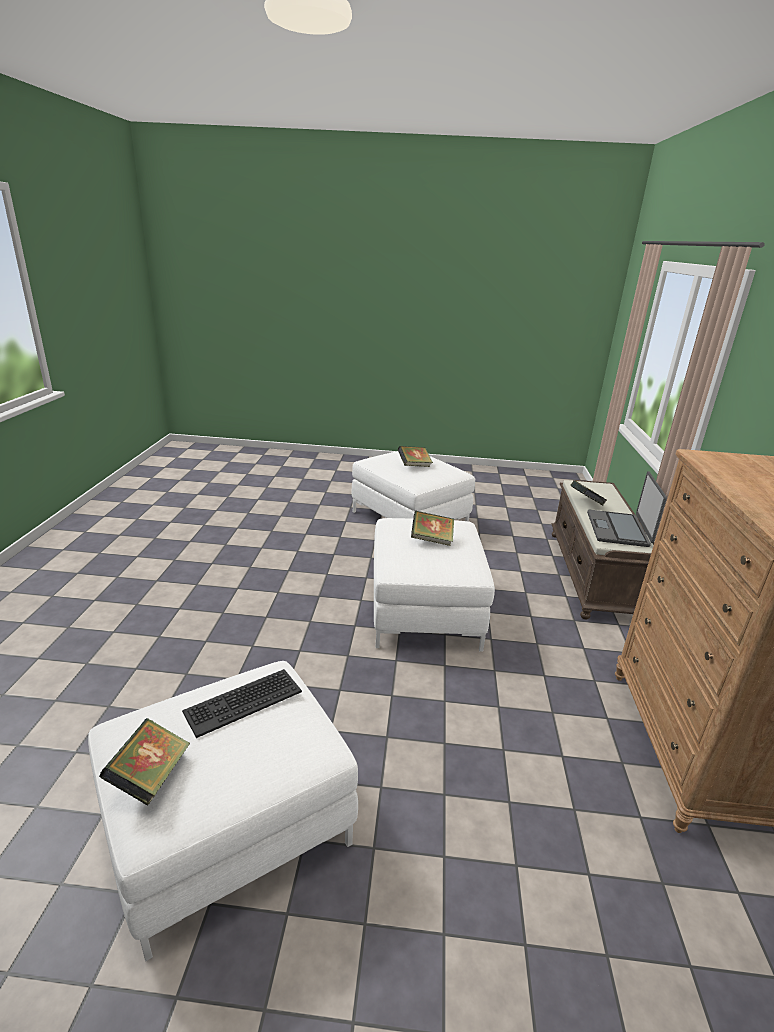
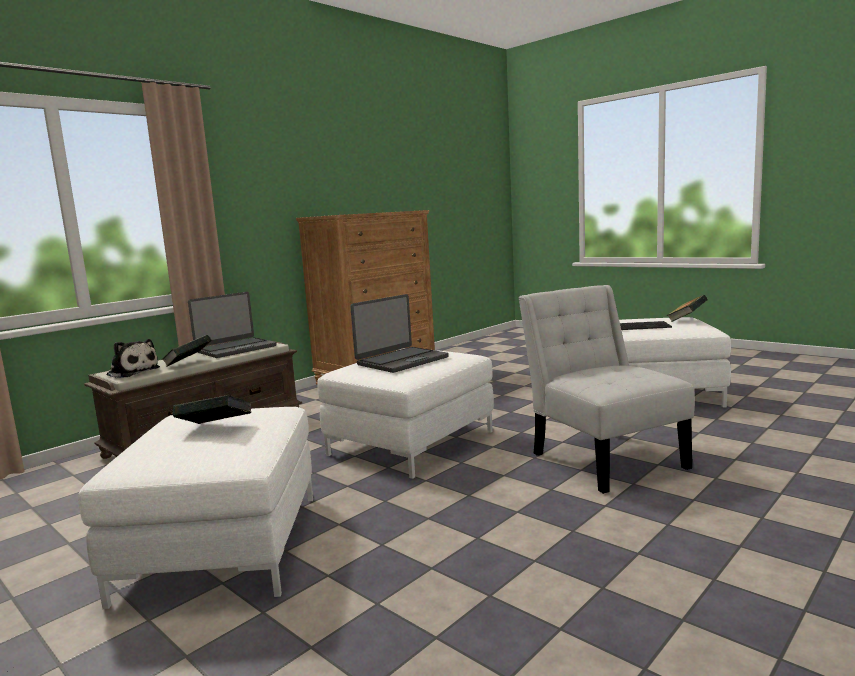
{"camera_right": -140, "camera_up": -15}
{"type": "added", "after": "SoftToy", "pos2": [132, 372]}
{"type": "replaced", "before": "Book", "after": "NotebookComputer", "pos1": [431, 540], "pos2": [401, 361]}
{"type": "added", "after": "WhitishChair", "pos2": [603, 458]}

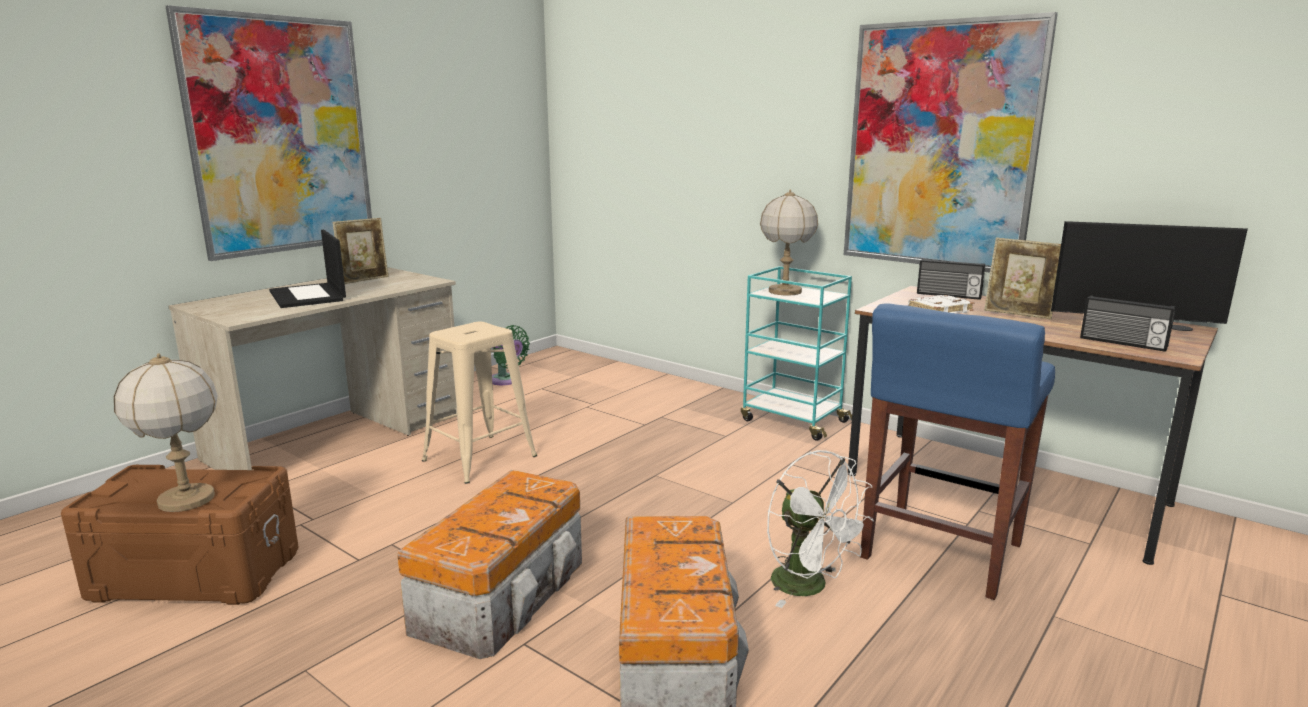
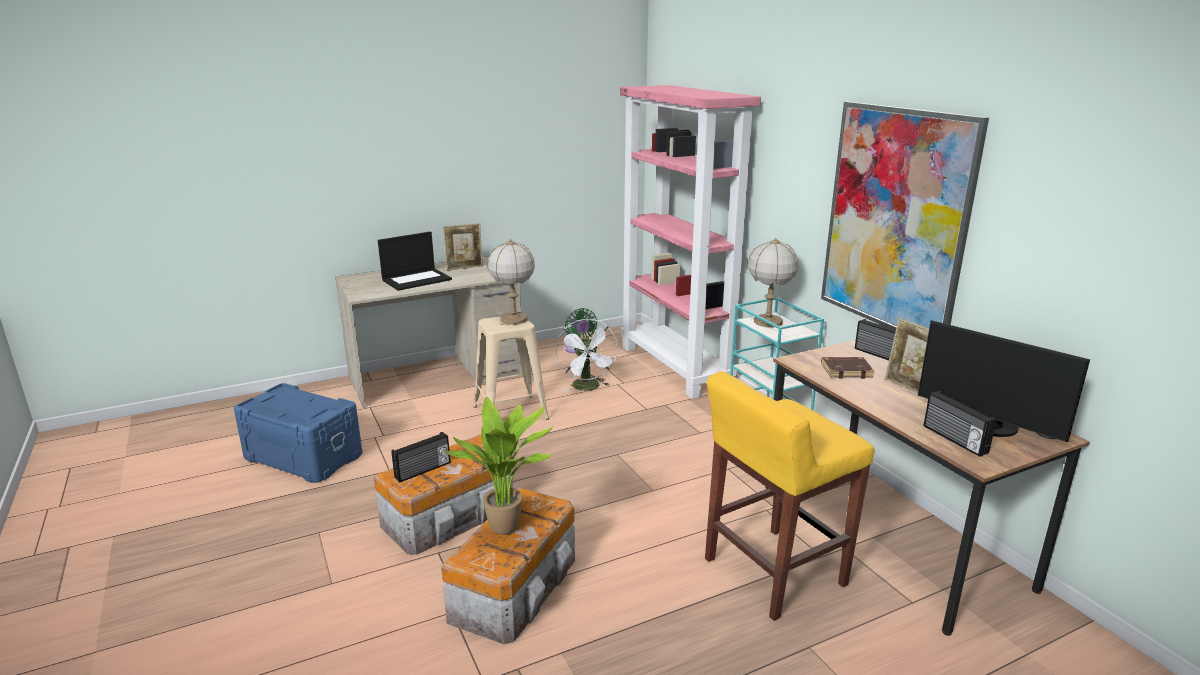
{"camera_right": 25, "camera_up": 5}
{"type": "recoloured", "before": "BrownStorageBin", "after": "BluishStorageBin", "pos1": [197, 573], "pos2": [304, 456]}
{"type": "turned", "before": "NotebookComputer", "pos1": [308, 296], "pos2": [417, 279], "turn": -120}
{"type": "added", "after": "RadioReceiver", "pos2": [423, 470]}
{"type": "added", "after": "PottedPlant", "pos2": [509, 529]}
{"type": "moved", "before": "TableLamp", "pos1": [187, 500], "pos2": [514, 319]}
{"type": "moved", "before": "WhitishElectricFan", "pos1": [809, 587], "pos2": [588, 388]}
{"type": "added", "after": "PinkishBookcase", "pos2": [676, 367]}
{"type": "recoloured", "before": "BluishSittingStool", "after": "YellowSittingStool", "pos1": [940, 552], "pos2": [772, 572]}
{"type": "recoloured", "before": "WhitishBook", "after": "BrownBook", "pos1": [939, 309], "pos2": [846, 371]}
{"type": "removed", "before": "WallArt", "pos1": [280, 136]}

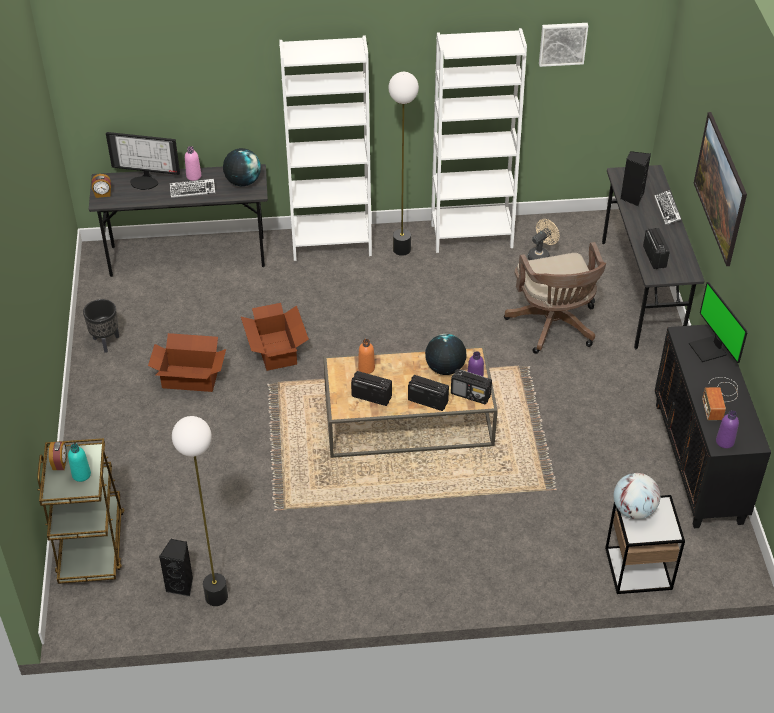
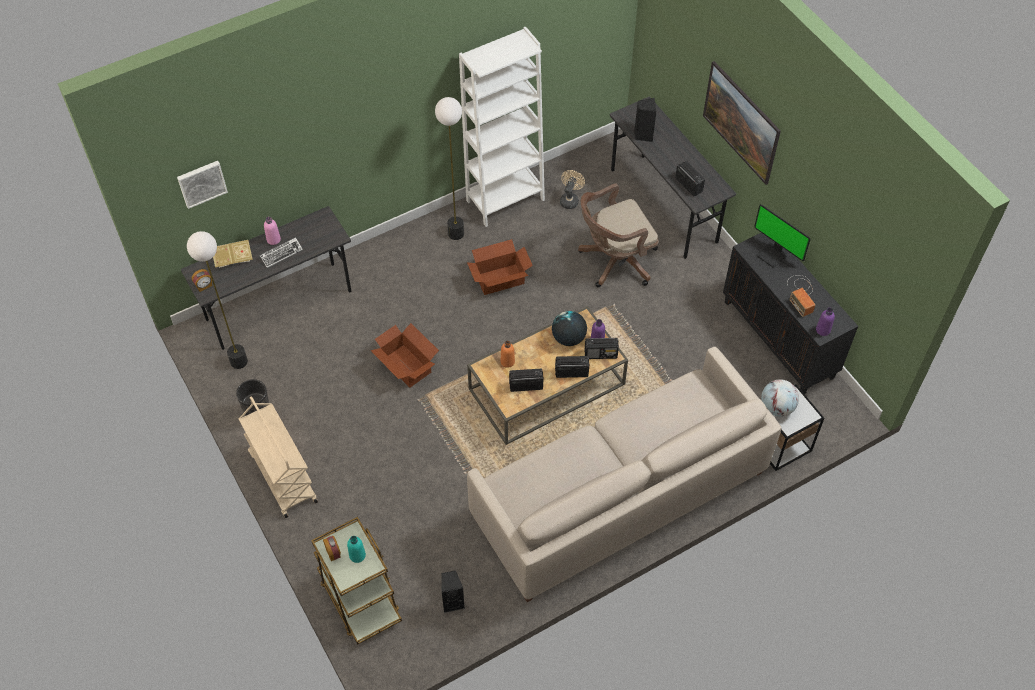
{"camera_right": -25, "camera_up": 10}
{"type": "moved", "before": "WallArt", "pos1": [562, 43], "pos2": [201, 183]}
{"type": "moved", "before": "StandardLamp", "pos1": [216, 596], "pos2": [238, 361]}
{"type": "replaced", "before": "ComputerScreen", "after": "Book", "pos1": [145, 181], "pos2": [233, 259]}
{"type": "added", "after": "BeigeColouredWheeledCart", "pos2": [282, 477]}
{"type": "moved", "before": "Carton", "pos1": [190, 378], "pos2": [499, 279]}
{"type": "added", "after": "BeigeColouredSofa", "pos2": [619, 495]}
{"type": "turned", "before": "BrownDeskChair", "pos1": [554, 327], "pos2": [614, 261], "turn": 105}
{"type": "removed", "before": "WorldGlobe", "pos1": [243, 182]}
{"type": "removed", "before": "WhitishBookcase", "pos1": [331, 243]}
{"type": "removed", "before": "Keyboard", "pos1": [667, 210]}

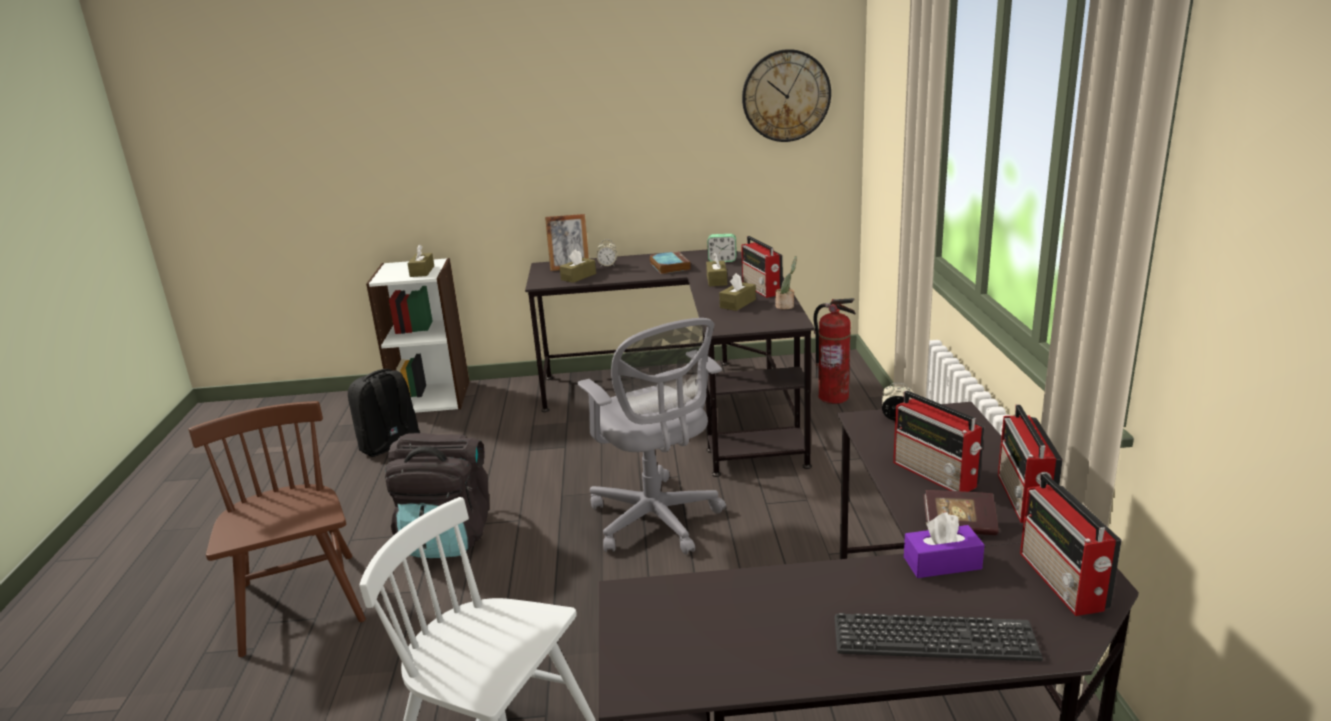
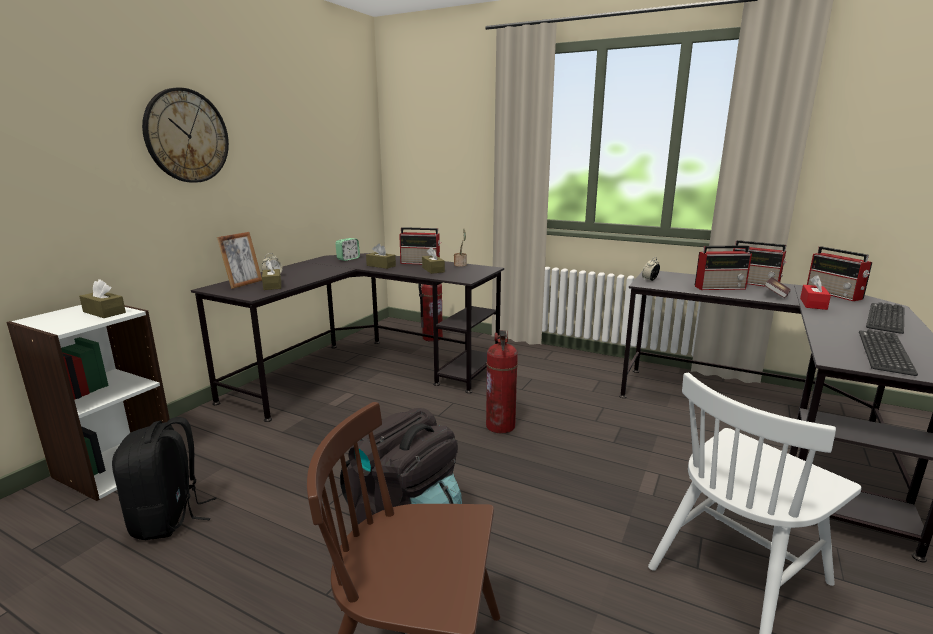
{"camera_right": -60, "camera_up": -5}
{"type": "moved", "before": "HangingClock", "pos1": [786, 96], "pos2": [186, 136]}
{"type": "replaced", "before": "GreyDeskChair", "after": "FireFightingCylinder", "pos1": [657, 521], "pos2": [500, 426]}
{"type": "recoloured", "before": "PurpleColouredTissueHolder", "after": "RedColouredTissueHolder", "pos1": [942, 563], "pos2": [813, 304]}
{"type": "turned", "before": "RadioReceiver", "pos1": [1063, 582], "pos2": [835, 294], "turn": 45}
{"type": "added", "after": "Keyboard", "pos2": [884, 352]}
{"type": "removed", "before": "Book", "pos1": [669, 266]}

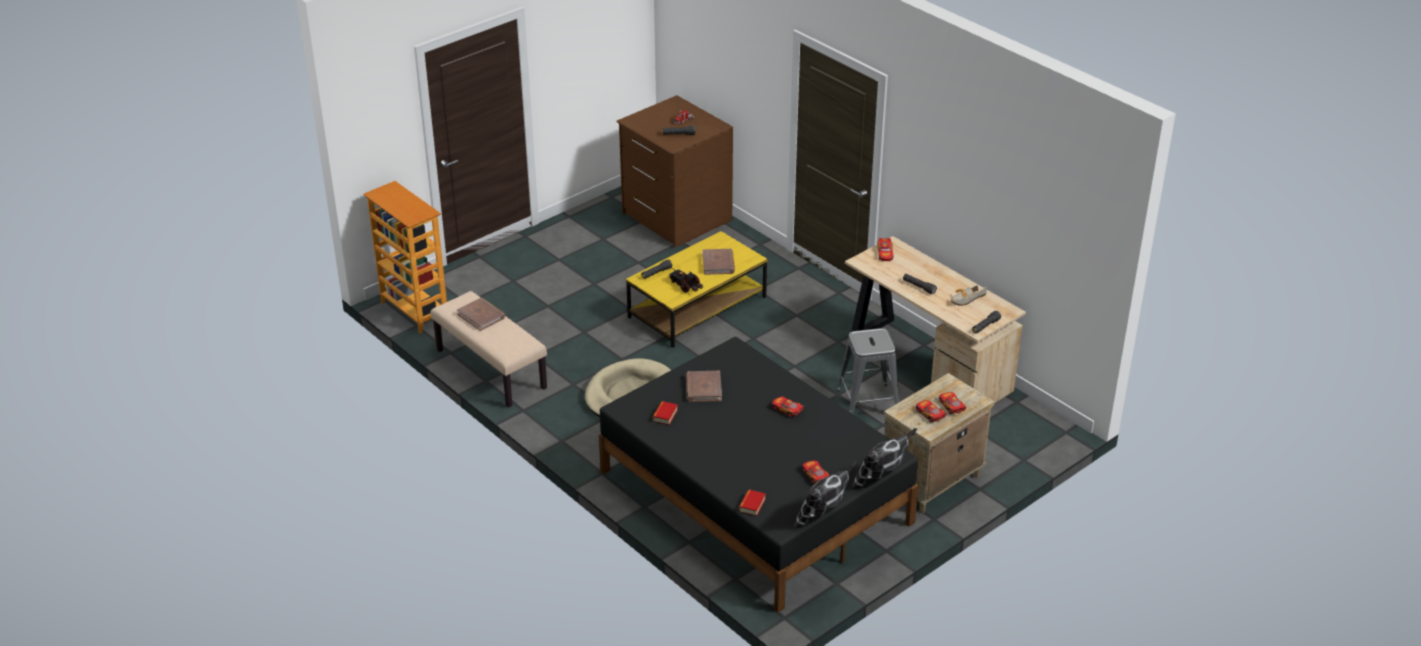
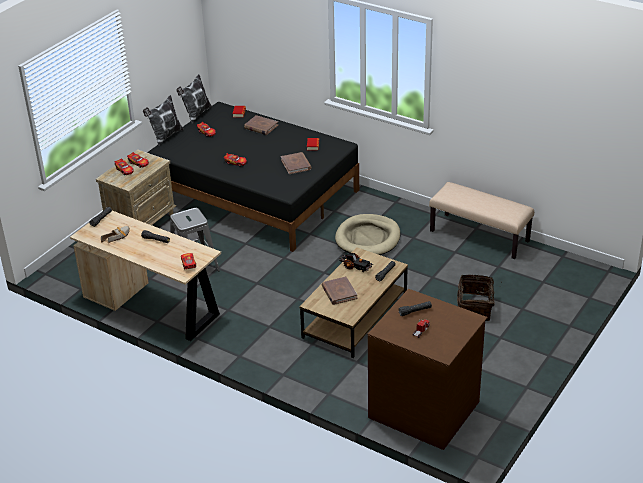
{"camera_right": 165, "camera_up": 0}
{"type": "moved", "before": "BrownBook", "pos1": [481, 316], "pos2": [261, 127]}
{"type": "recoloured", "before": "YellowCoffeeTable", "after": "BrownCoffeeTable", "pos1": [698, 306], "pos2": [355, 317]}
{"type": "added", "after": "Basket", "pos2": [475, 308]}
{"type": "removed", "before": "Bookcase", "pos1": [414, 311]}

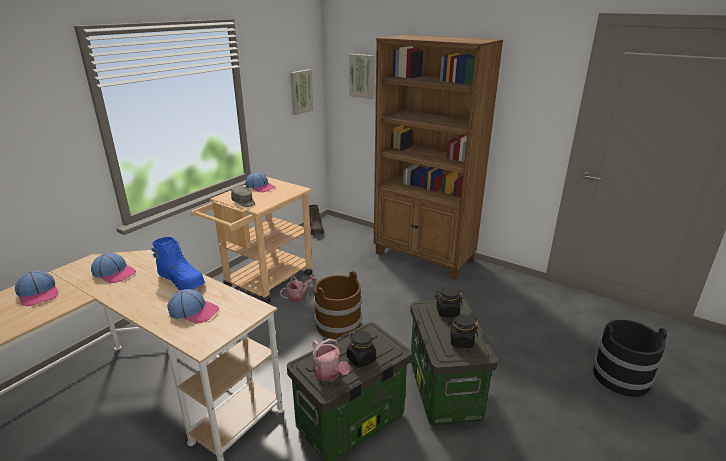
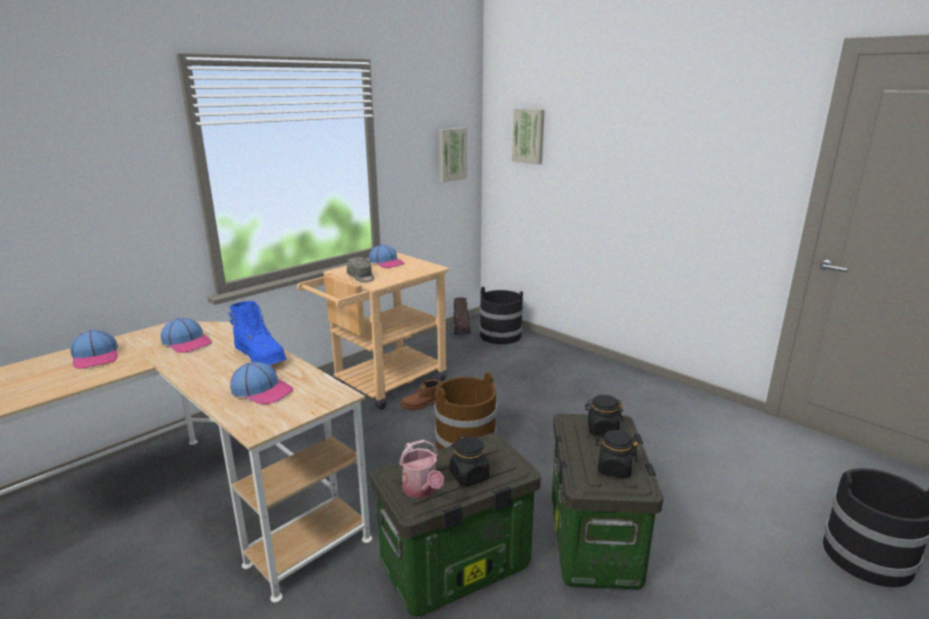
{"camera_right": 10, "camera_up": -5}
{"type": "replaced", "before": "SprinklingCan", "after": "BrownTallBoot", "pos1": [298, 296], "pos2": [422, 404]}
{"type": "added", "after": "BlackColouredBucket", "pos2": [500, 335]}
{"type": "removed", "before": "BrownBookcase", "pos1": [424, 257]}

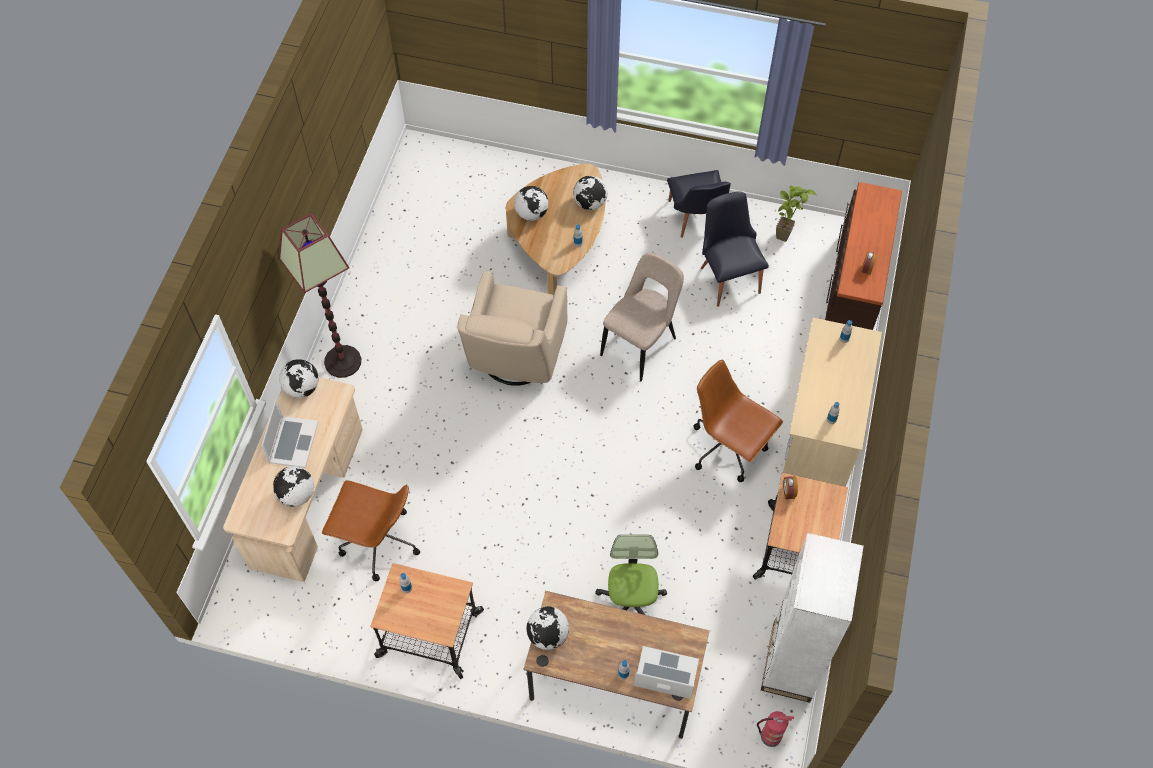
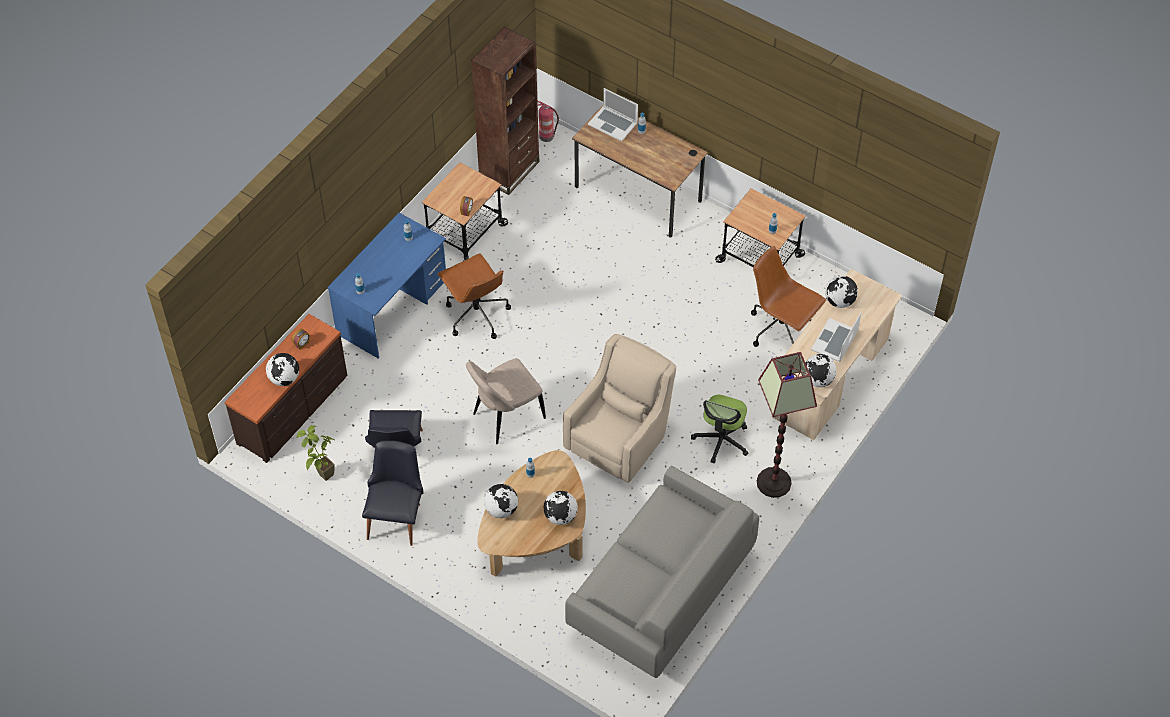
{"camera_right": -160, "camera_up": -5}
{"type": "moved", "before": "WorldGlobe", "pos1": [548, 635], "pos2": [284, 378]}
{"type": "recoloured", "before": "BeigeColouredDesk", "after": "BluishDesk", "pos1": [822, 426], "pos2": [392, 308]}
{"type": "recoloured", "before": "WhitishBookcase", "after": "BrownBookcase", "pos1": [791, 662], "pos2": [509, 170]}
{"type": "added", "after": "GreySofa", "pos2": [660, 593]}
{"type": "moved", "before": "DeskChair", "pos1": [631, 601], "pos2": [721, 440]}

